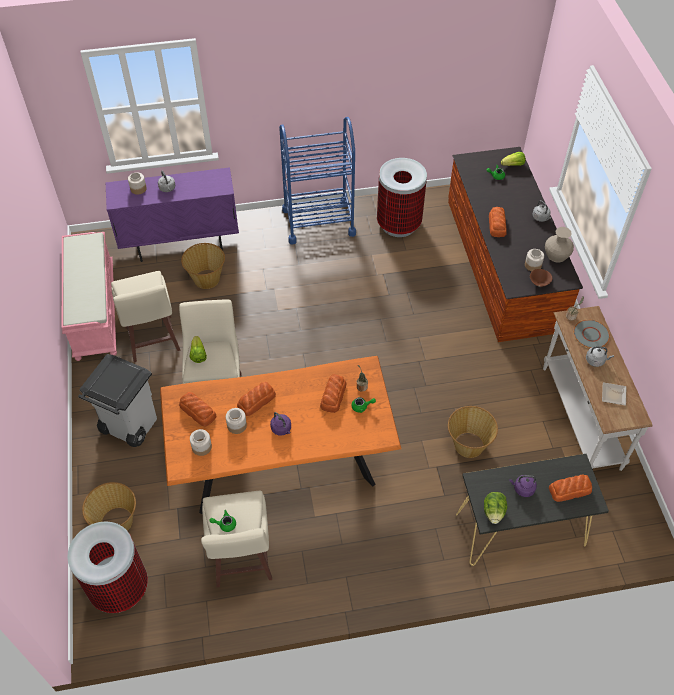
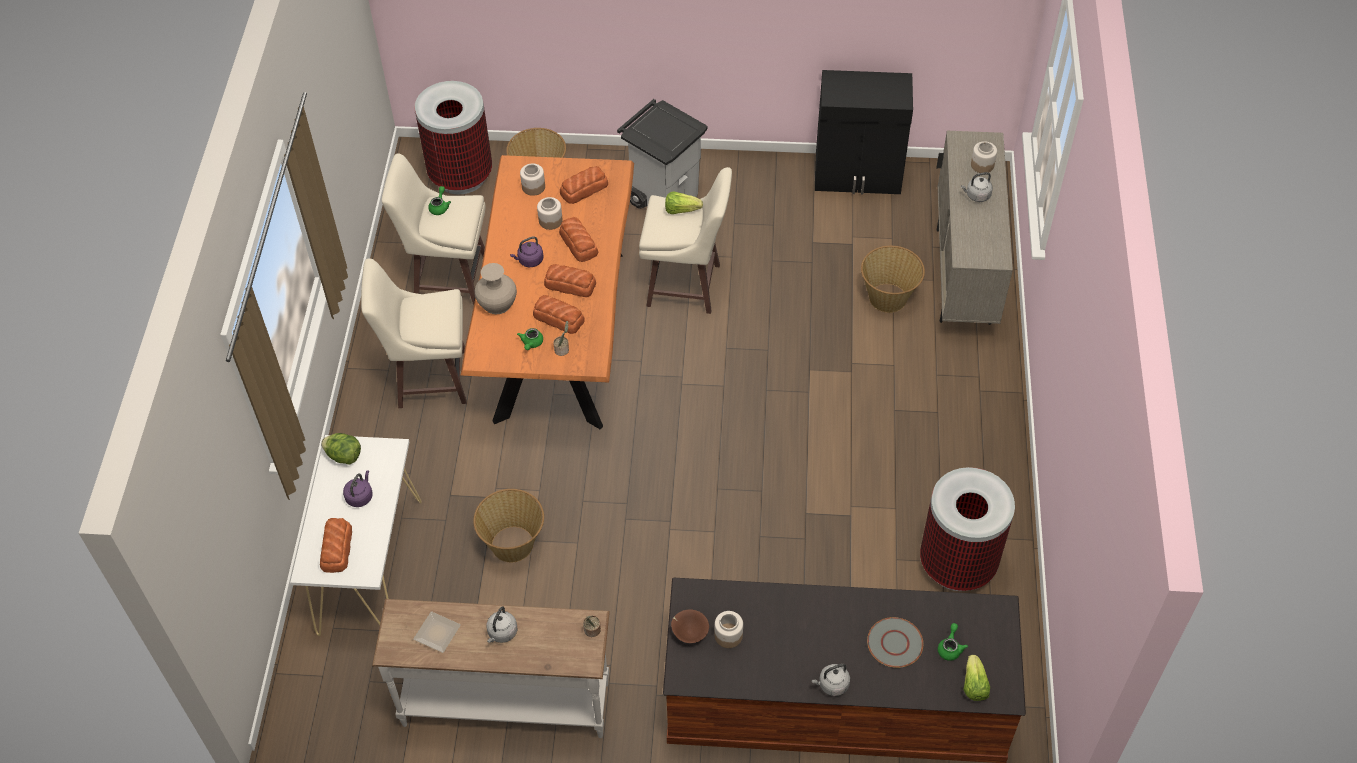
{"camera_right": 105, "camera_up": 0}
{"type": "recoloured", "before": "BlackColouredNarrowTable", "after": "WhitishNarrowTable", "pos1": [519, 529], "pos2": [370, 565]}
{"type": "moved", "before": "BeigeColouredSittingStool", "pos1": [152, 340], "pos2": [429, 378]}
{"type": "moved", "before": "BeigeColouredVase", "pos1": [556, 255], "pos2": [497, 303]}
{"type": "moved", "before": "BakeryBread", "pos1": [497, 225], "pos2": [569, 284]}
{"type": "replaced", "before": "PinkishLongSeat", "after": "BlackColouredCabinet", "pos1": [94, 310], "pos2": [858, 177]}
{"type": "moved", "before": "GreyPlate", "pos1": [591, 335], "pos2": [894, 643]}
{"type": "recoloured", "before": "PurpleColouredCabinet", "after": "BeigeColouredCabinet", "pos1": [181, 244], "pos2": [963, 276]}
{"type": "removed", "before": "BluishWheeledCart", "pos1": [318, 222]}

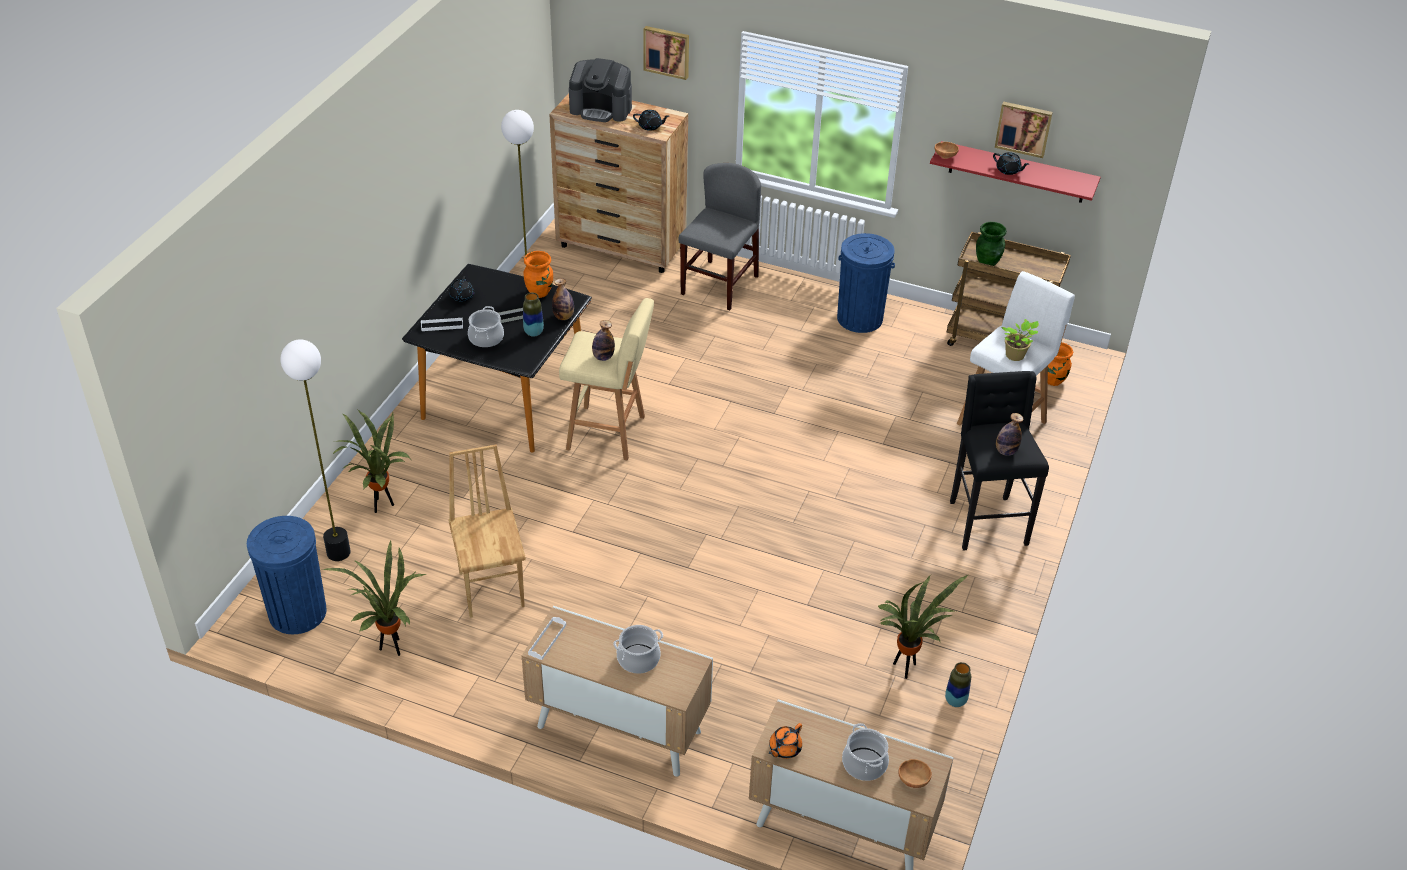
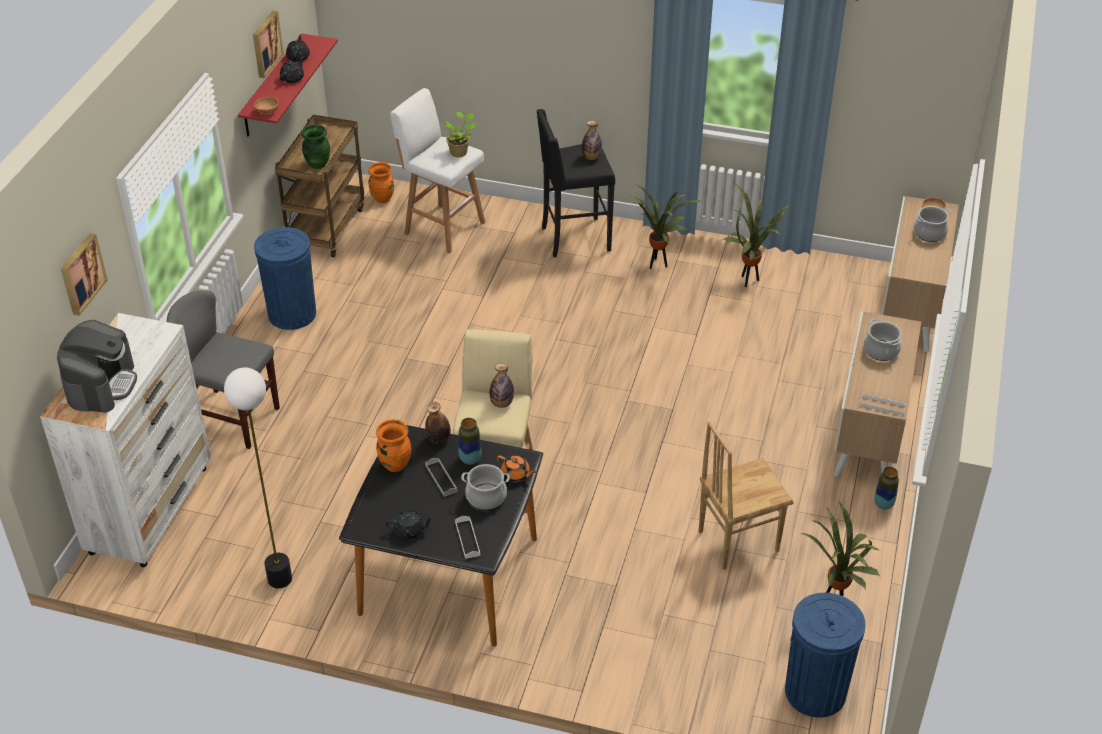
{"camera_right": -95, "camera_up": 0}
{"type": "recoloured", "before": "BrownChestOfDrawers", "after": "WhitishChestOfDrawers", "pos1": [621, 247], "pos2": [151, 509]}
{"type": "moved", "before": "BlackColouredTeaPot", "pos1": [650, 126], "pos2": [298, 57]}
{"type": "moved", "before": "OrangeTeaPot", "pos1": [784, 749], "pos2": [516, 475]}
{"type": "moved", "before": "PottedPlant", "pos1": [380, 506], "pos2": [658, 265]}
{"type": "moved", "before": "Vase", "pos1": [955, 701], "pos2": [883, 504]}
{"type": "removed", "before": "StandardLamp", "pos1": [338, 553]}

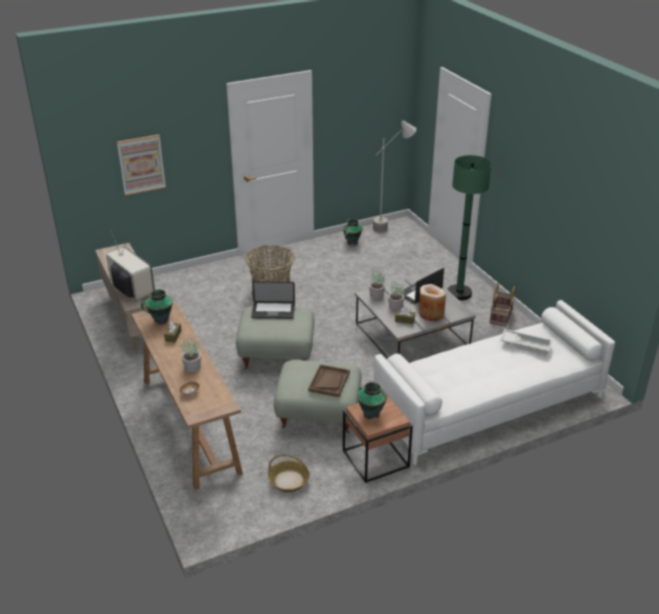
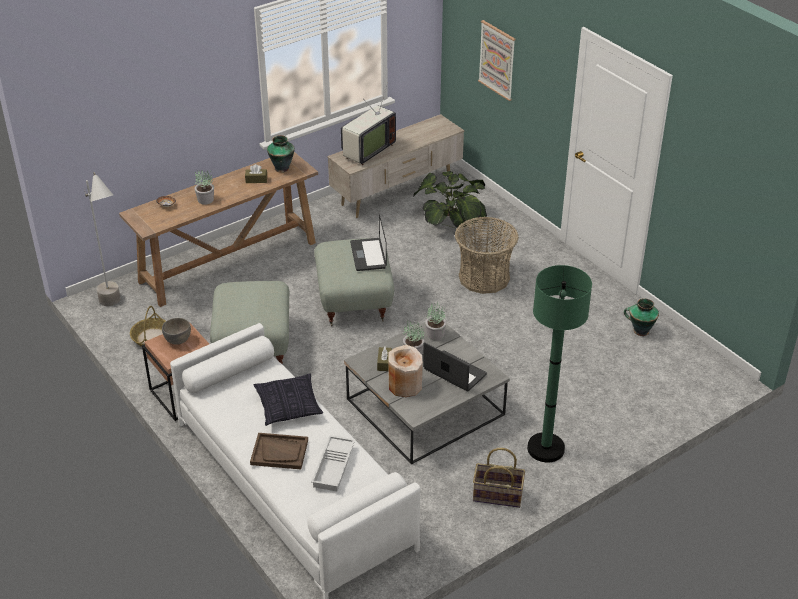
{"camera_right": 80, "camera_up": 5}
{"type": "moved", "before": "GreyStandardLamp", "pos1": [391, 226], "pos2": [116, 309]}
{"type": "replaced", "before": "Vase", "after": "GreyDeepDish", "pos1": [370, 414], "pos2": [178, 340]}
{"type": "moved", "before": "BrownTray", "pos1": [329, 381], "pos2": [279, 452]}
{"type": "added", "after": "Pillow", "pos2": [288, 407]}
{"type": "added", "after": "PottedPlant", "pos2": [452, 221]}

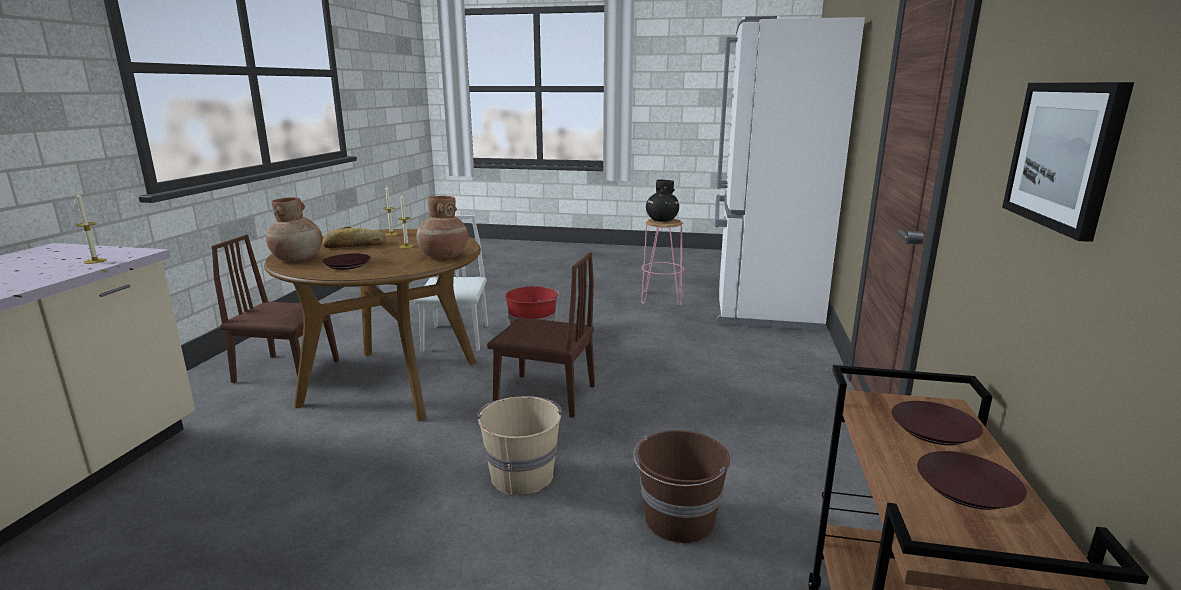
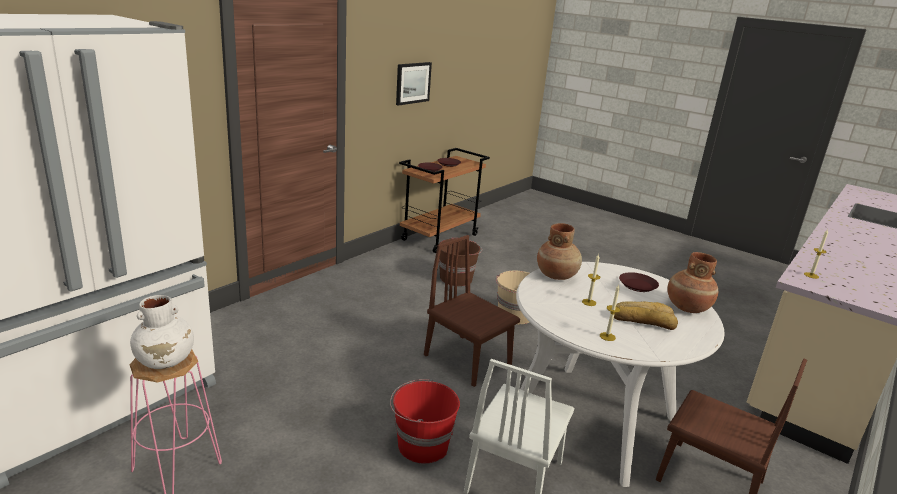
{"camera_right": -155, "camera_up": 5}
{"type": "recoloured", "before": "BlackColouredVase", "after": "WhitishVase", "pos1": [661, 220], "pos2": [166, 361]}
{"type": "recoloured", "before": "BrownKitchenTable", "after": "WhitishKitchenTable", "pos1": [391, 382], "pos2": [592, 420]}

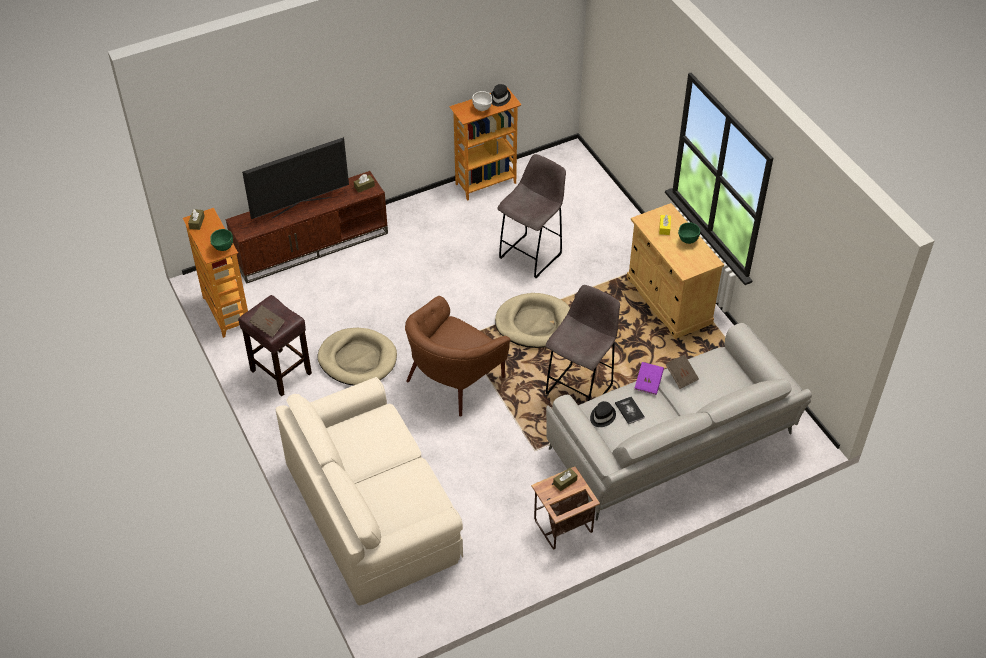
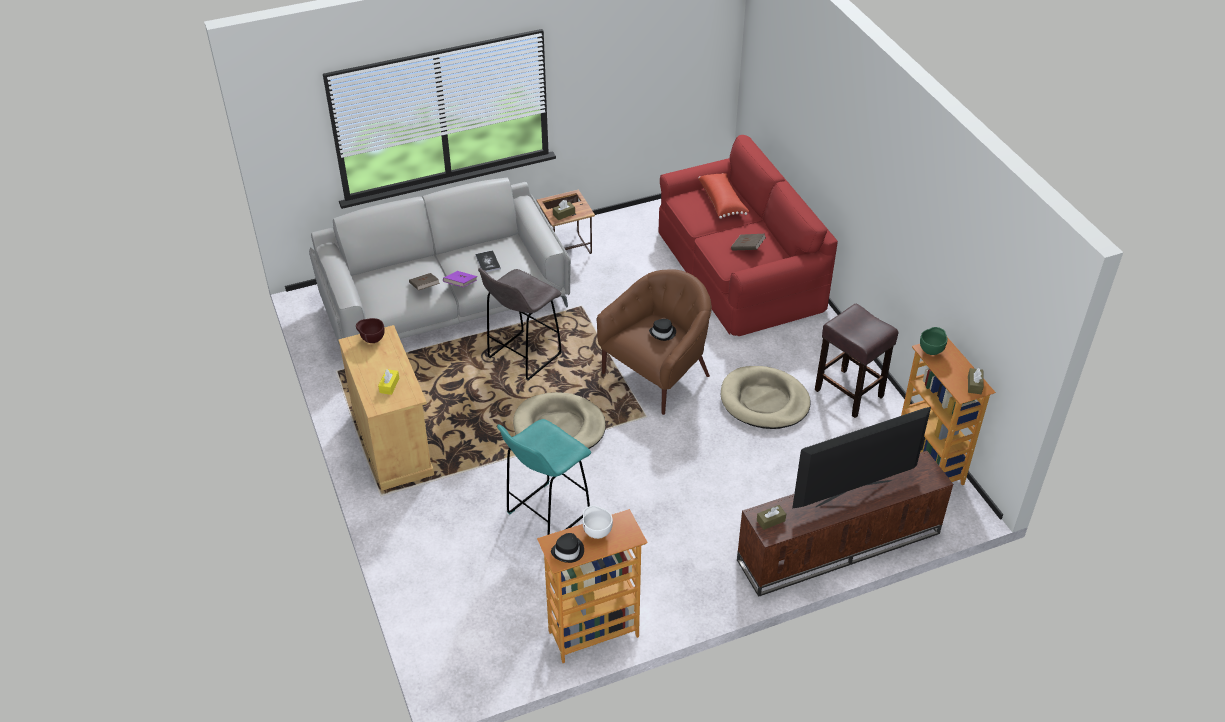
{"camera_right": -175, "camera_up": -5}
{"type": "added", "after": "BrownDeepDish", "pos2": [372, 340]}
{"type": "recoloured", "before": "GreySittingStool", "after": "TurquoiseColouredSittingStool", "pos1": [532, 255], "pos2": [546, 514]}
{"type": "moved", "before": "BlackColouredWearableHat", "pos1": [602, 416], "pos2": [663, 333]}
{"type": "recoloured", "before": "BeigeColouredSofa", "after": "RedColouredSofa", "pos1": [372, 509], "pos2": [739, 270]}
{"type": "added", "after": "RedColouredPillow", "pos2": [722, 202]}
{"type": "moved", "before": "BrownBook", "pos1": [268, 326], "pos2": [747, 248]}
{"type": "removed", "before": "GreenDeepDish", "pos1": [687, 241]}

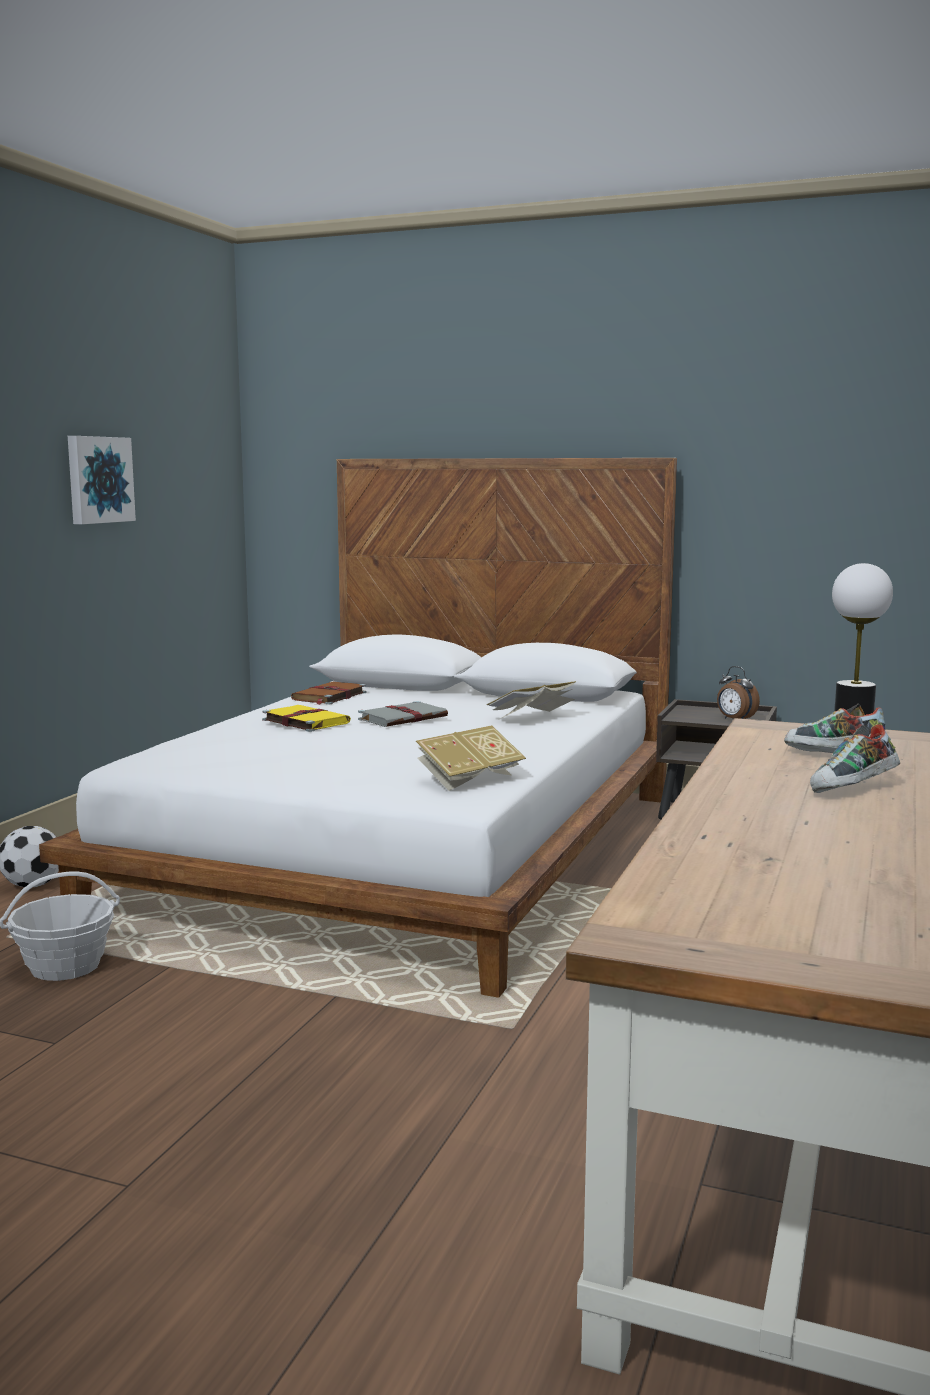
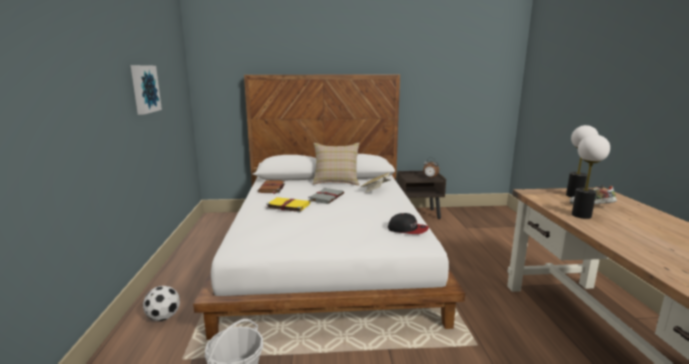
{"camera_right": -25, "camera_up": 5}
{"type": "added", "after": "BeigeColouredPillow", "pos2": [336, 181]}
{"type": "replaced", "before": "Book", "after": "BaseballCap", "pos1": [469, 779], "pos2": [408, 229]}
{"type": "added", "after": "TableLamp", "pos2": [581, 215]}
{"type": "removed", "before": "LowShoe", "pos1": [853, 790]}

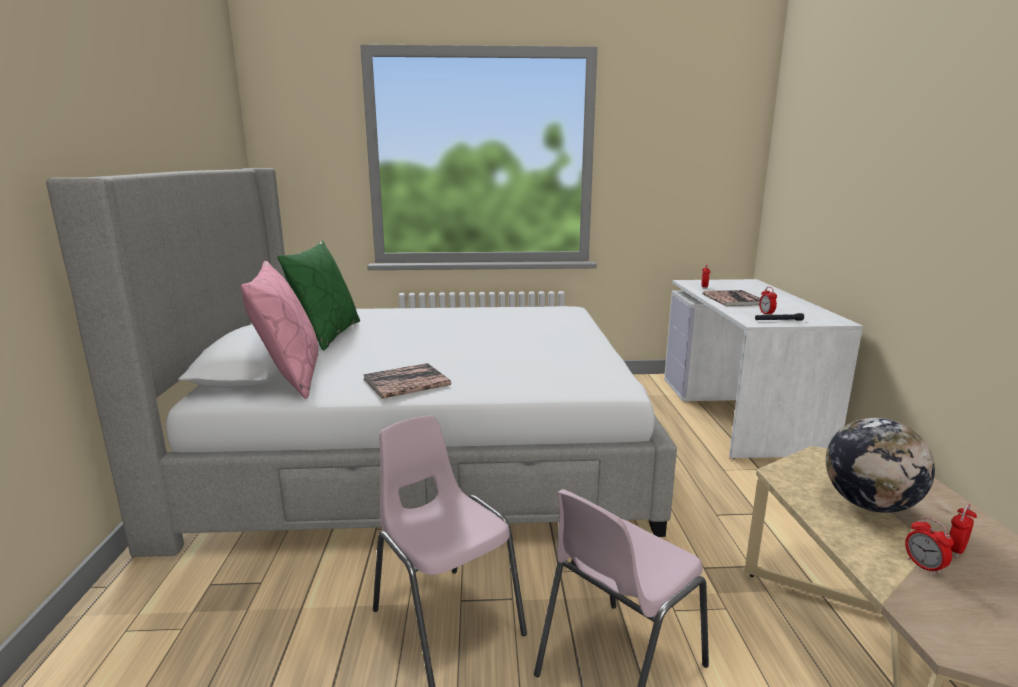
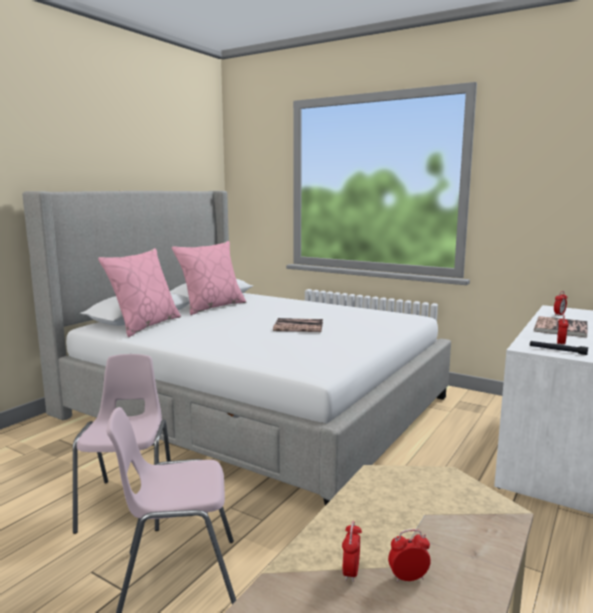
{"camera_right": 35, "camera_up": -5}
{"type": "recoloured", "before": "GreenPillow", "after": "PinkishPillow", "pos1": [327, 334], "pos2": [211, 307]}
{"type": "moved", "before": "Book", "pos1": [406, 382], "pos2": [298, 326]}
{"type": "removed", "before": "WorldGlobe", "pos1": [869, 505]}

